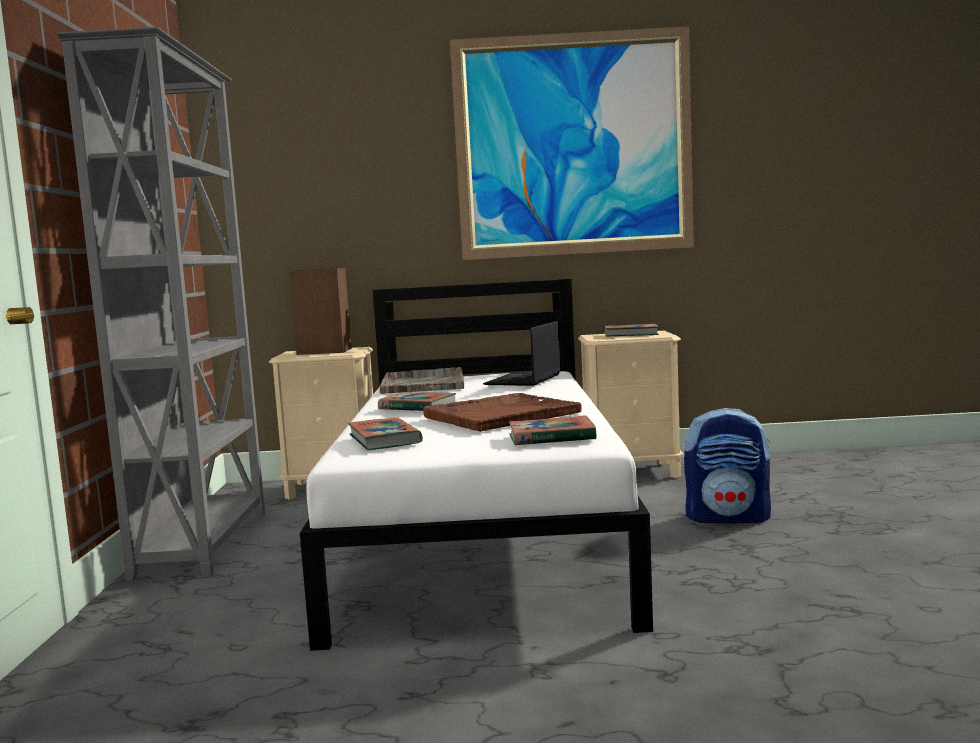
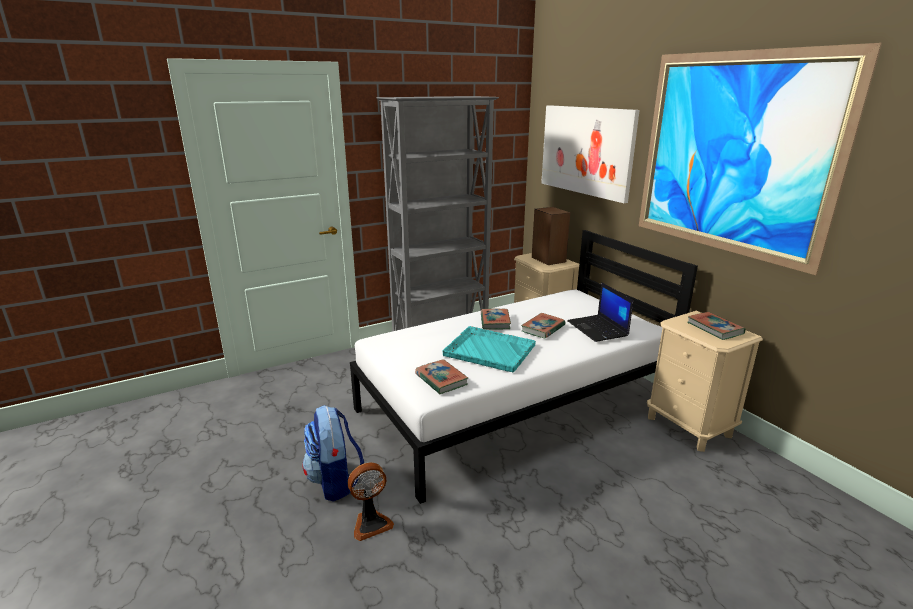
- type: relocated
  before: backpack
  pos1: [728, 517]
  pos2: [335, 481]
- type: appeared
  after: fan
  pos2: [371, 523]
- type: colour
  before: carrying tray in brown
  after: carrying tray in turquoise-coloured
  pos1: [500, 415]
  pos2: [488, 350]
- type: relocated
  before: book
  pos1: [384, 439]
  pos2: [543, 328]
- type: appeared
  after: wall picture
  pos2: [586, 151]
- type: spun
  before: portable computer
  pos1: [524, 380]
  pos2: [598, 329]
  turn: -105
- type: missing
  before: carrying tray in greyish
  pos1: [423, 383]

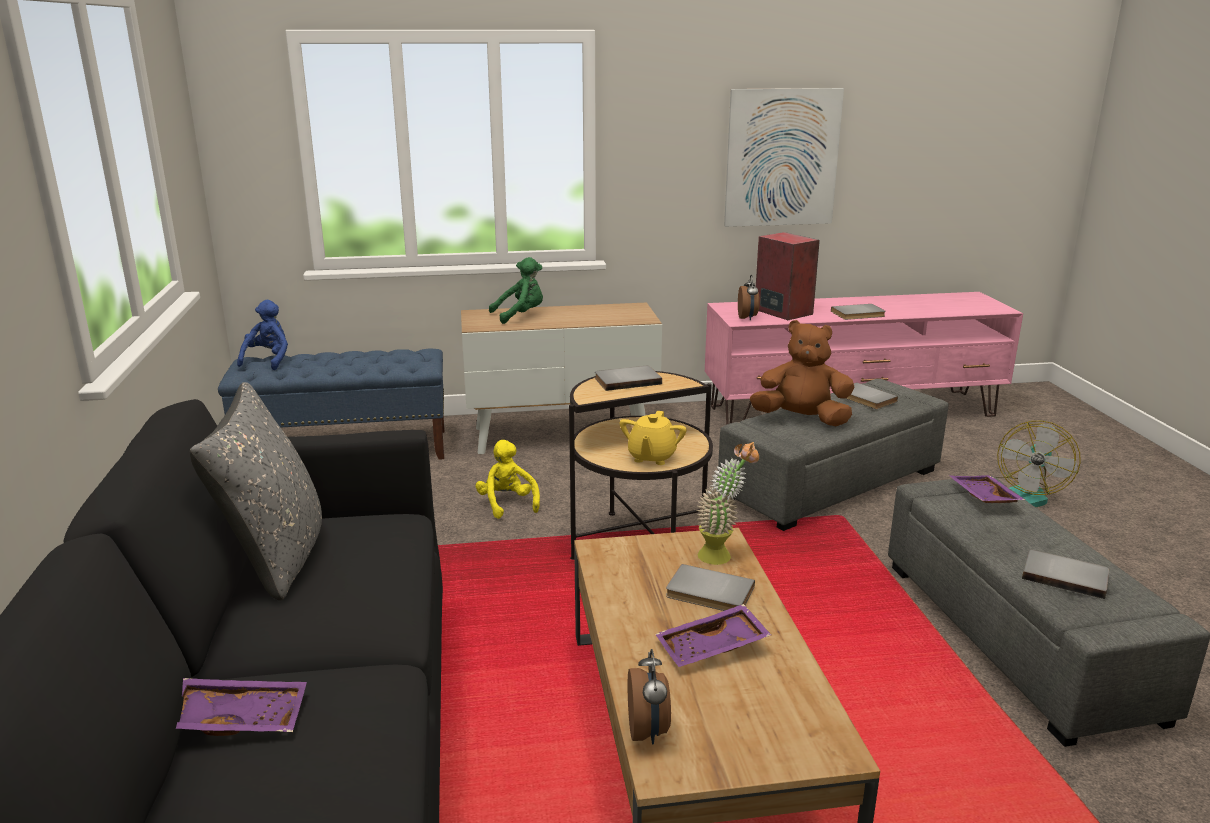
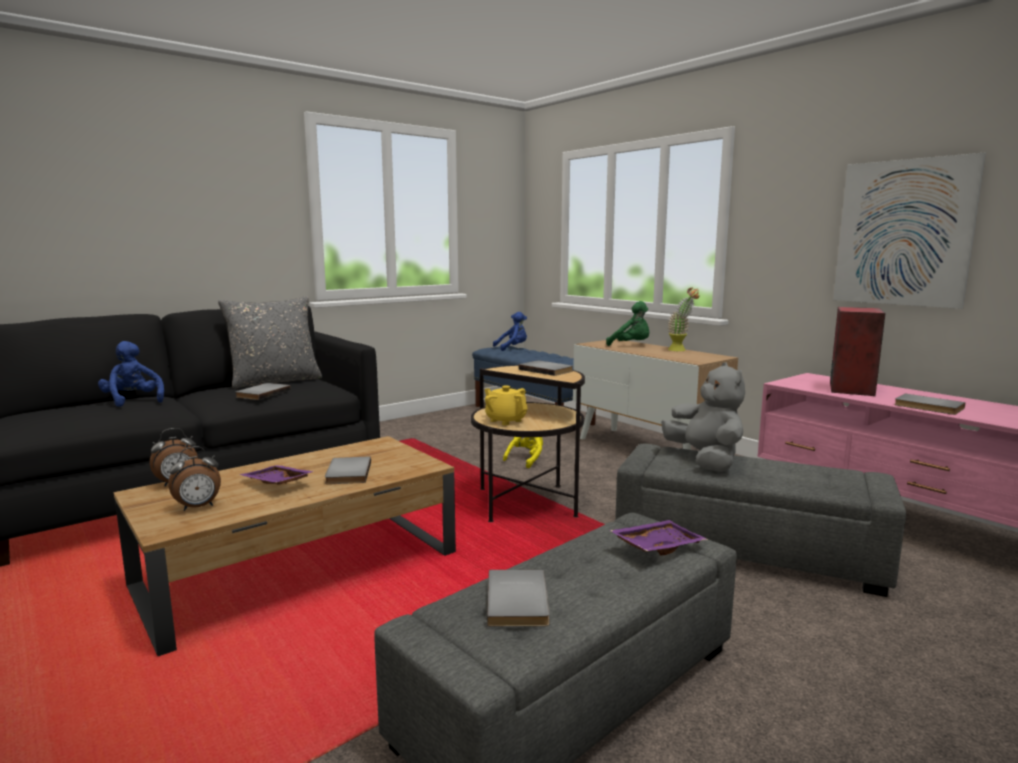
- type: exchanged
  before: carrying tray in purple
  after: soft toy in blue
  pos1: [239, 717]
  pos2: [133, 401]
- type: relocated
  before: alarm clock
  pos1: [747, 318]
  pos2: [198, 507]
- type: relocated
  before: book in greyish
  pos1: [864, 398]
  pos2: [262, 393]
- type: spun
  before: pot for tea in yellow-coloured
  pos1: [651, 457]
  pos2: [505, 420]
  turn: 60
- type: colour
  before: soft toy in brown
  after: soft toy in greyish
  pos1: [801, 419]
  pos2: [705, 460]
- type: relocated
  before: houseplant
  pos1: [722, 554]
  pos2: [681, 350]
- type: missing
  before: fan
  pos1: [1022, 495]

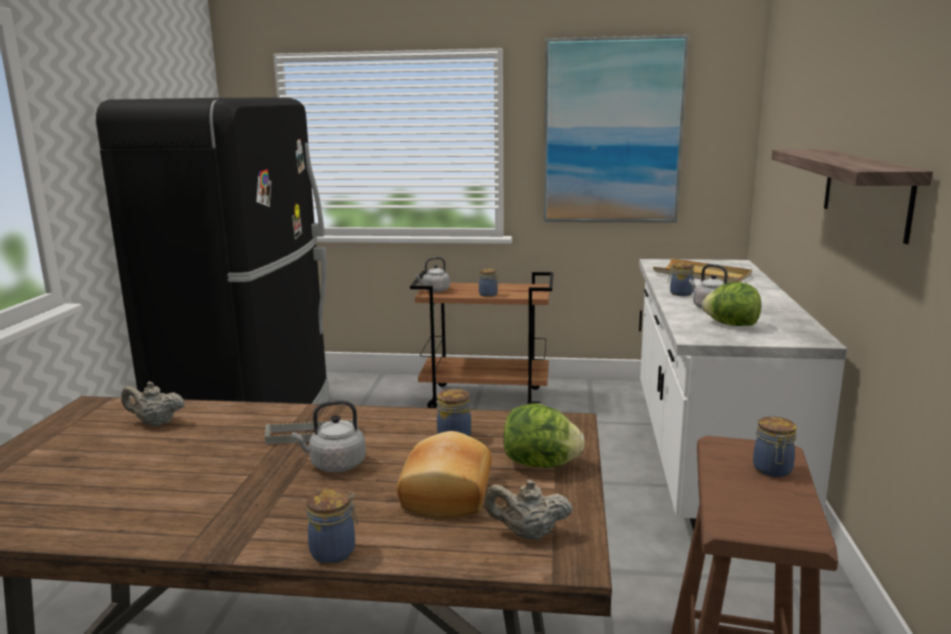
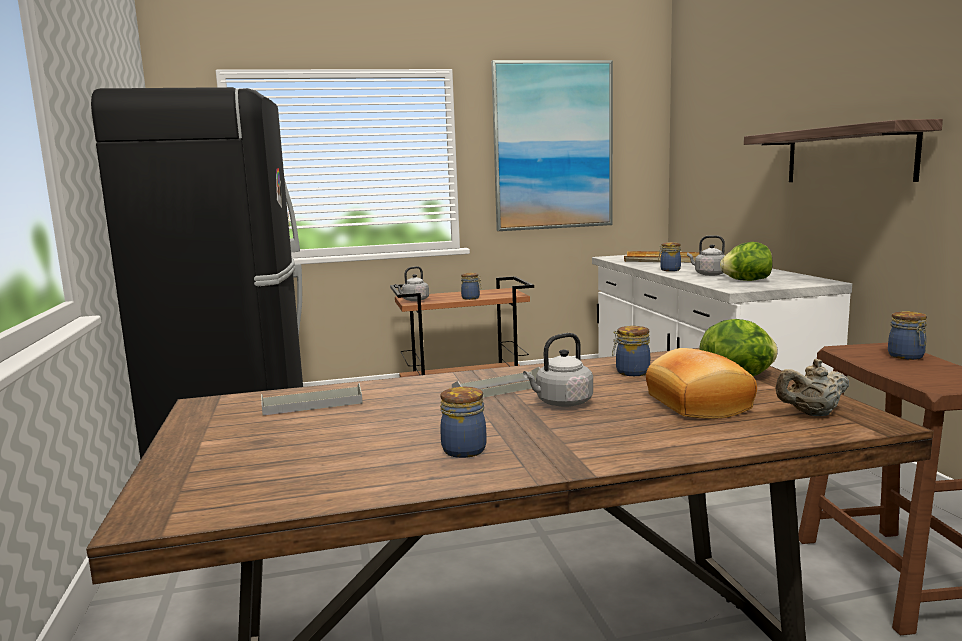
- type: exchanged
  before: pot for tea in beige
  after: carrying tray in greyish
  pos1: [155, 423]
  pos2: [312, 404]
- type: relocated
  before: storage jar
  pos1: [335, 551]
  pos2: [465, 449]

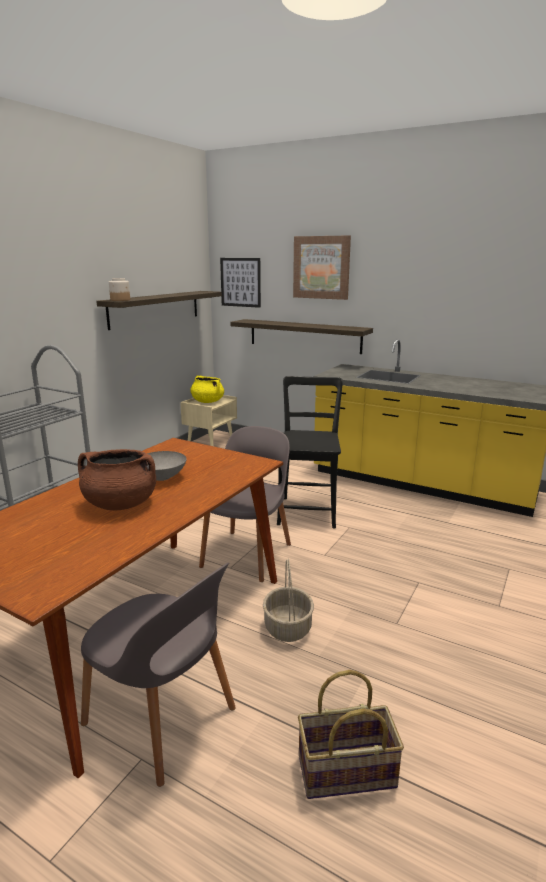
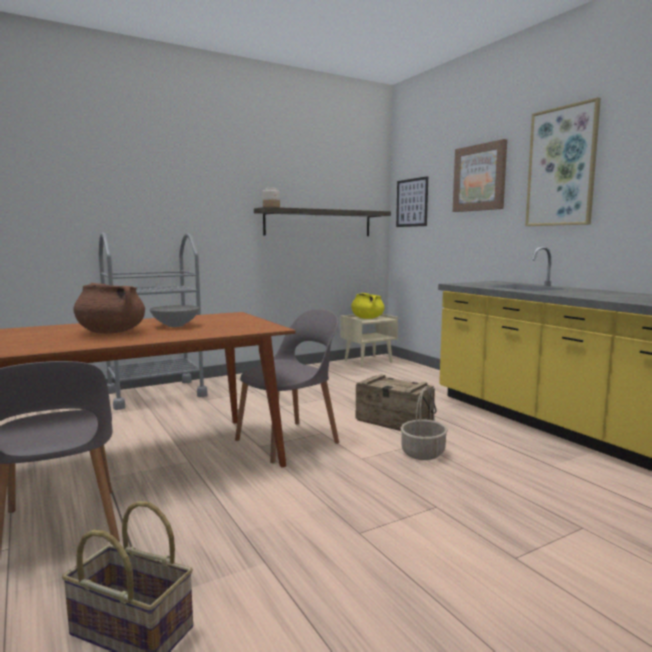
- type: exchanged
  before: plain chair in black-coloured
  after: crate
  pos1: [308, 510]
  pos2: [394, 422]
- type: relocated
  before: basket
  pos1: [288, 628]
  pos2: [423, 453]
- type: appeared
  after: wall picture
  pos2: [561, 167]
- type: missing
  before: shelf
  pos1: [304, 336]

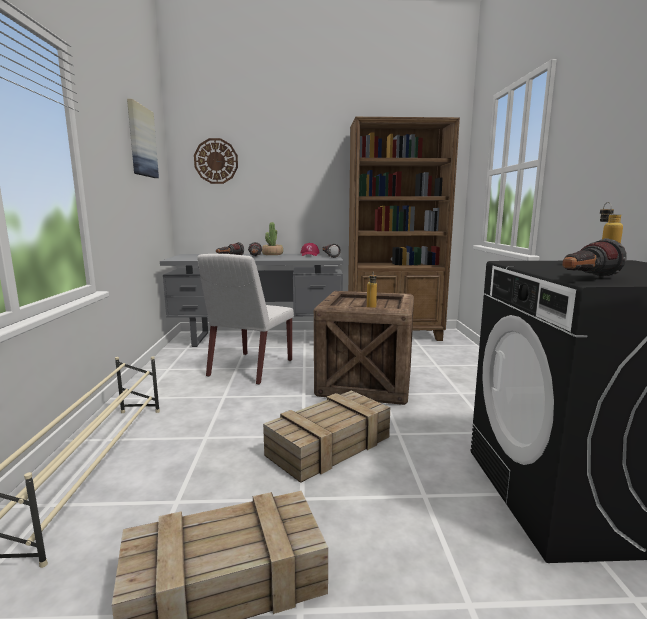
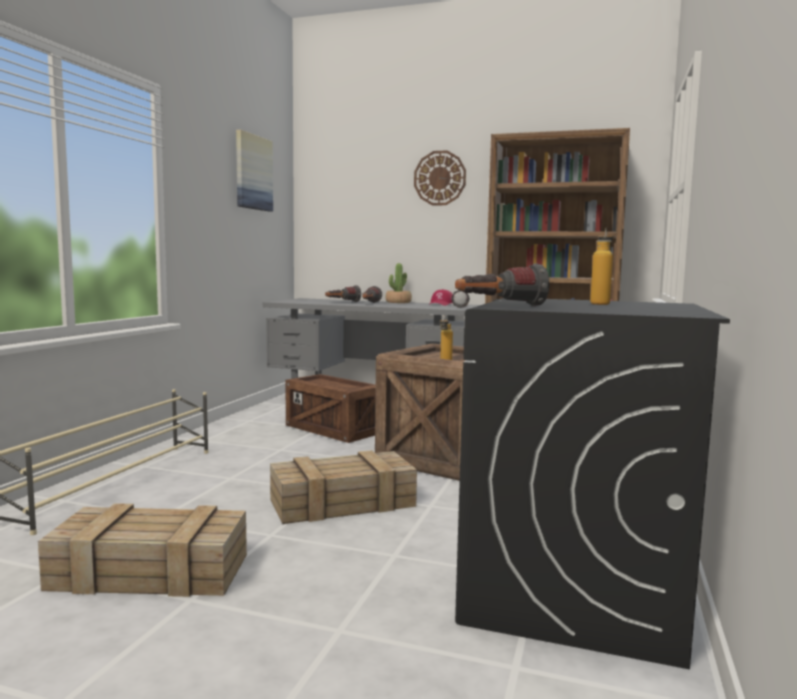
- type: exchanged
  before: plain chair in white-coloured
  after: crate
  pos1: [250, 368]
  pos2: [333, 430]
- type: relocated
  before: wall clock
  pos1: [216, 161]
  pos2: [439, 178]

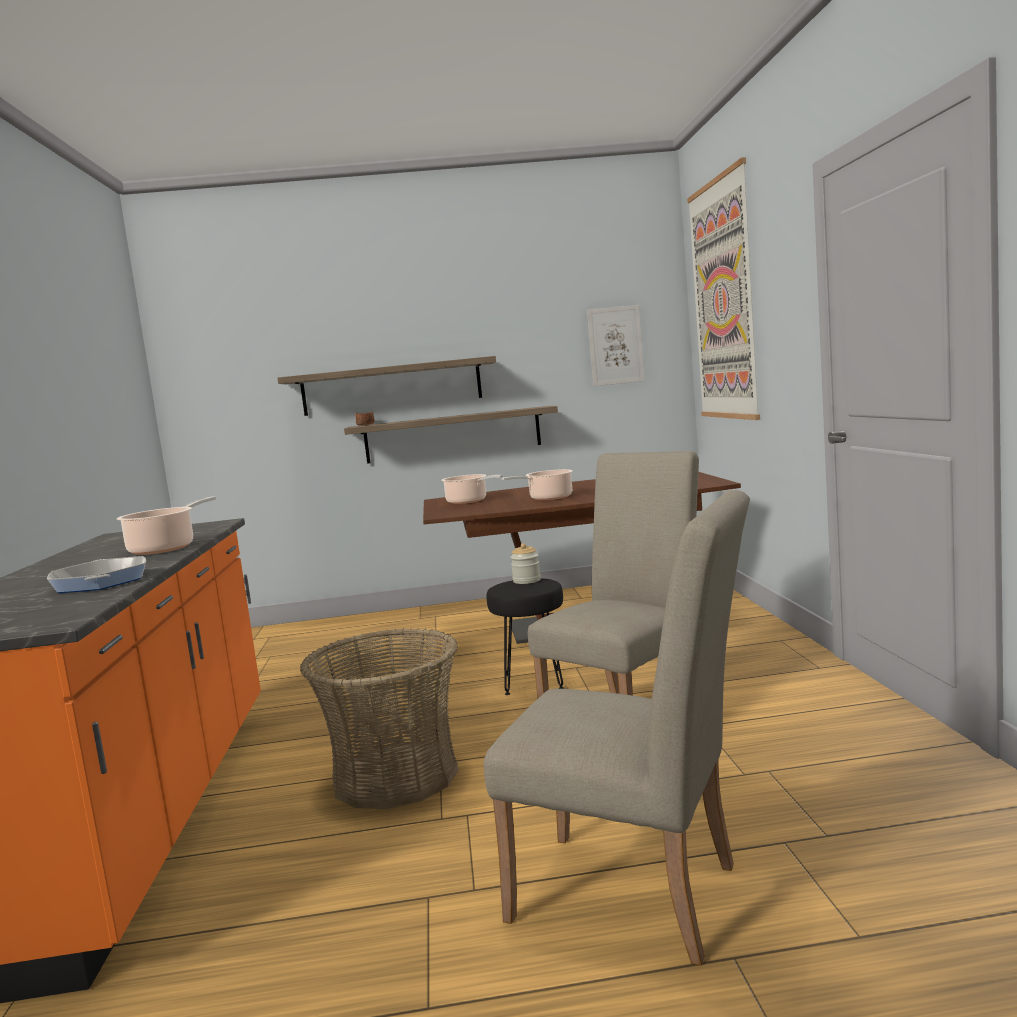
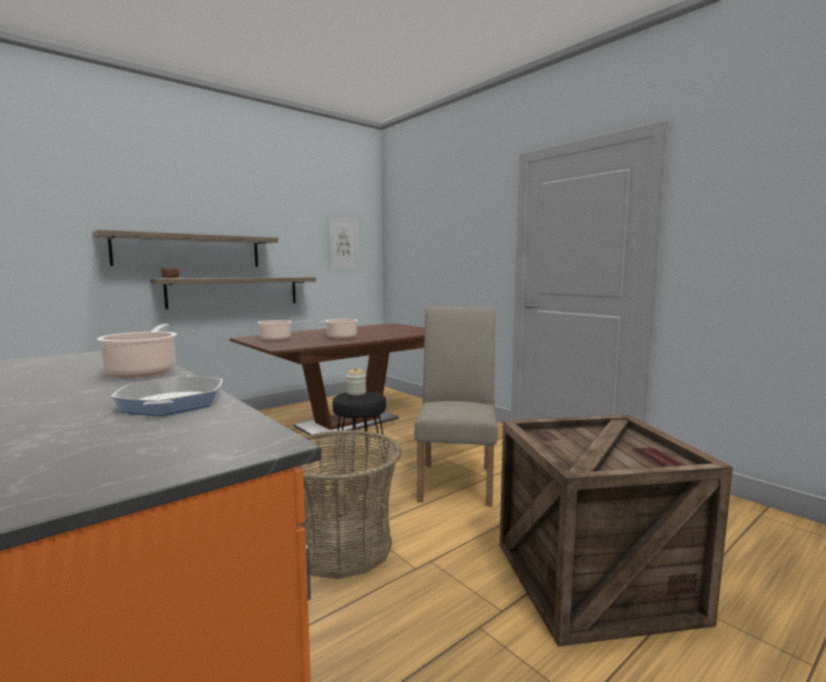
- type: spun
  before: skillet
  pos1: [100, 582]
  pos2: [172, 403]
  turn: 45
- type: exchanged
  before: plain chair in beige
  after: crate
  pos1: [641, 897]
  pos2: [597, 582]
- type: missing
  before: wall picture
  pos1: [723, 301]

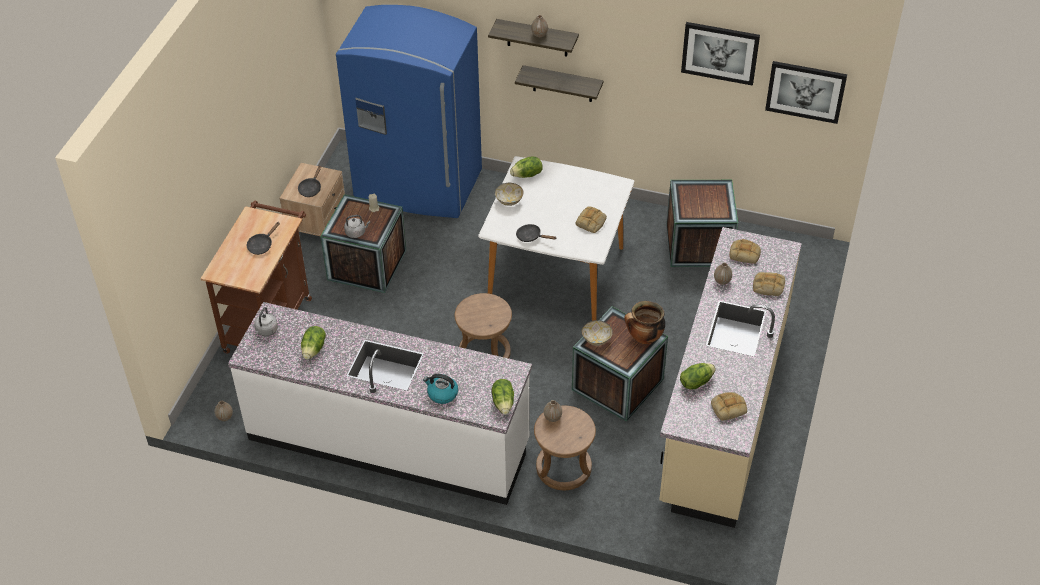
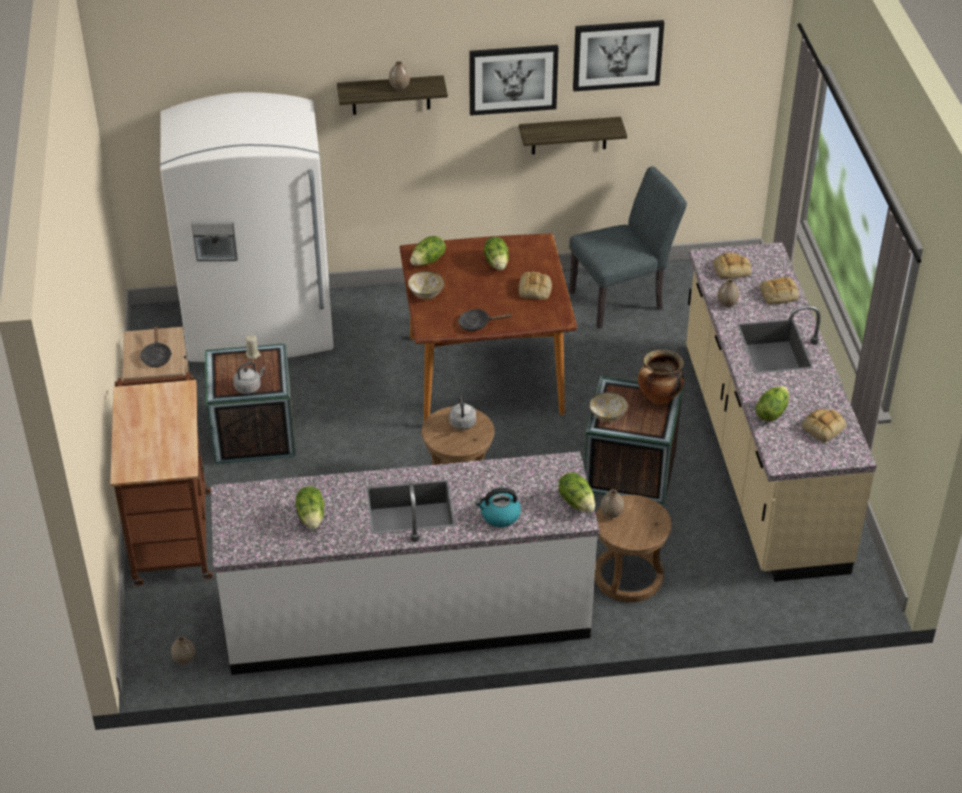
- type: colour
  before: refrigerator in blue
  after: refrigerator in white-coloured
  pos1: [417, 185]
  pos2: [260, 328]
- type: colour
  before: dining table in white-coloured
  after: dining table in brown
  pos1: [557, 274]
  pos2: [486, 375]
- type: relocated
  before: water kettle in greyish
  pos1: [266, 331]
  pos2: [462, 424]
- type: relocated
  before: wall picture
  pos1: [805, 91]
  pos2: [513, 79]
- type: appeared
  after: lettuce
  pos2: [497, 263]
- type: relocated
  before: shelf
  pos1: [562, 84]
  pos2: [569, 135]
- type: exchanged
  before: crate
  after: plain chair in greyish
  pos1: [698, 244]
  pos2: [623, 299]
- type: missing
  before: skillet in black-coloured
  pos1: [262, 245]

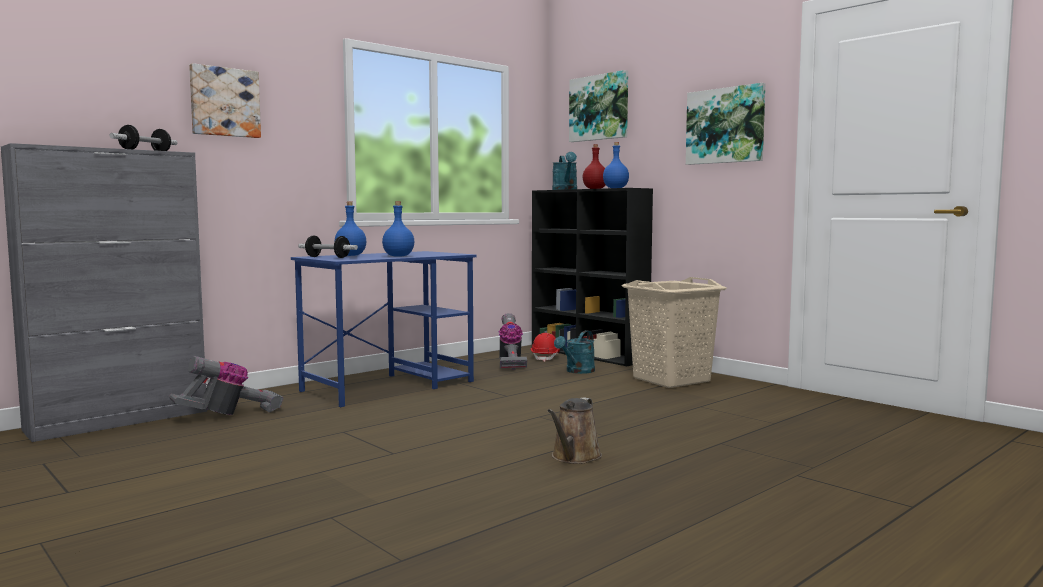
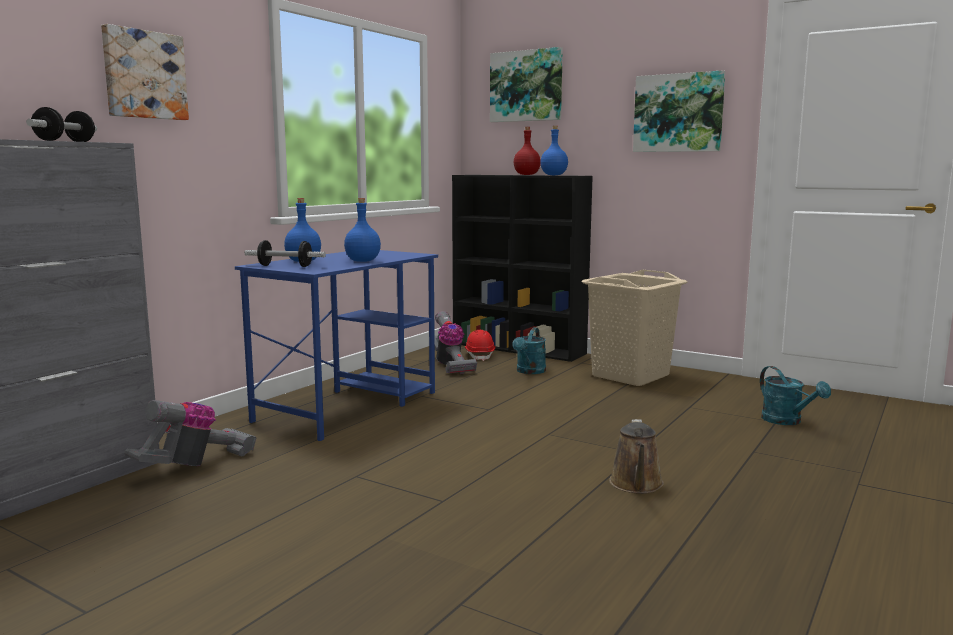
- type: relocated
  before: sprinkling can in turquoise-coloured
  pos1: [565, 189]
  pos2: [787, 421]

